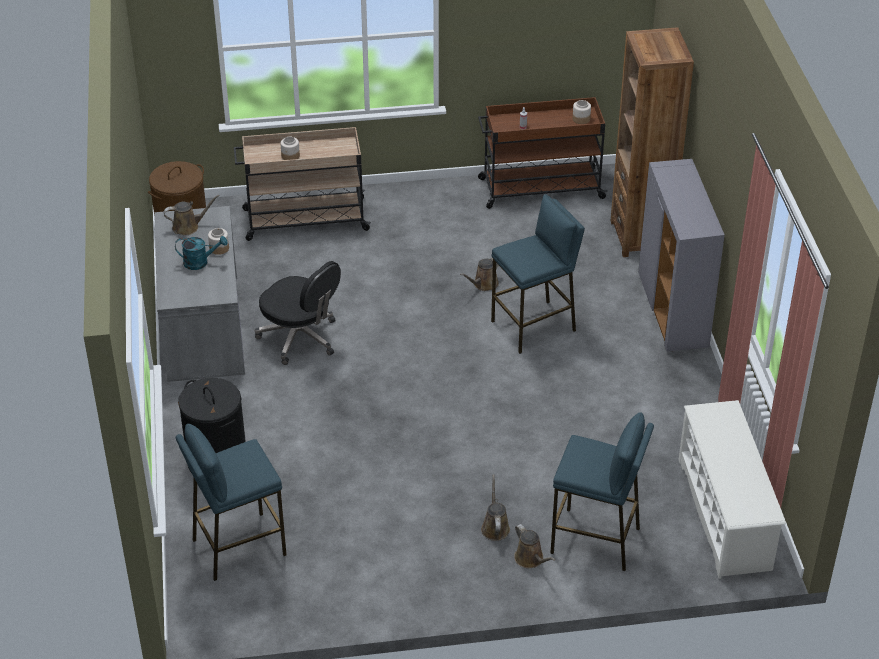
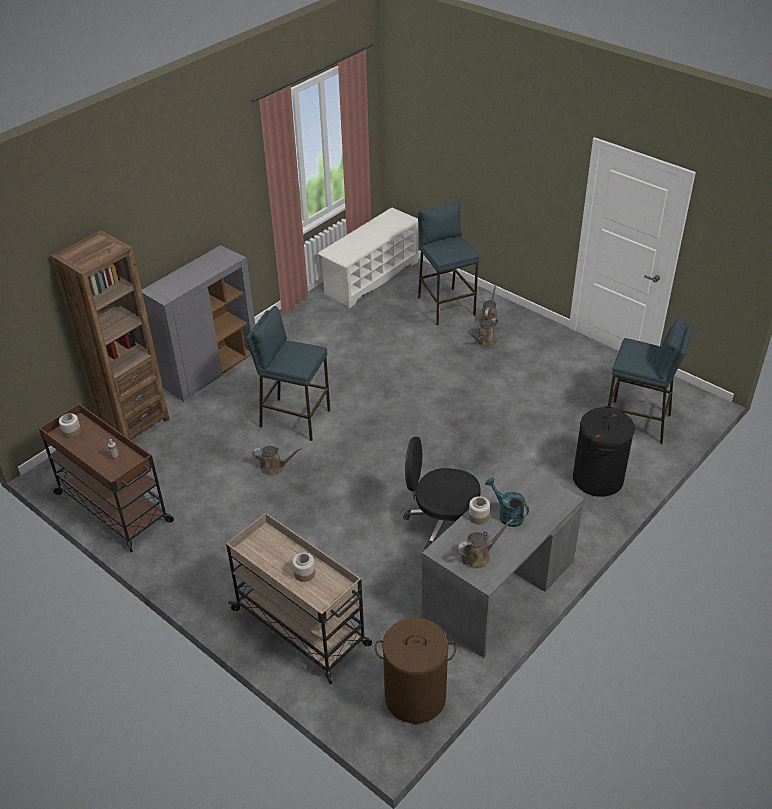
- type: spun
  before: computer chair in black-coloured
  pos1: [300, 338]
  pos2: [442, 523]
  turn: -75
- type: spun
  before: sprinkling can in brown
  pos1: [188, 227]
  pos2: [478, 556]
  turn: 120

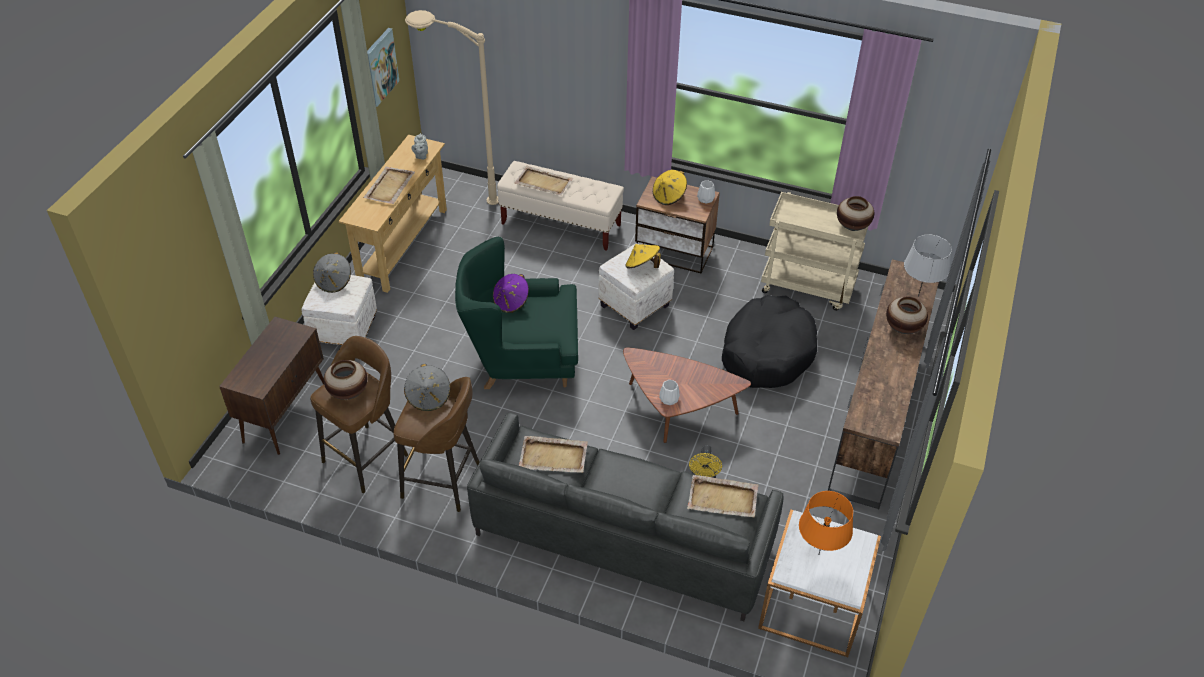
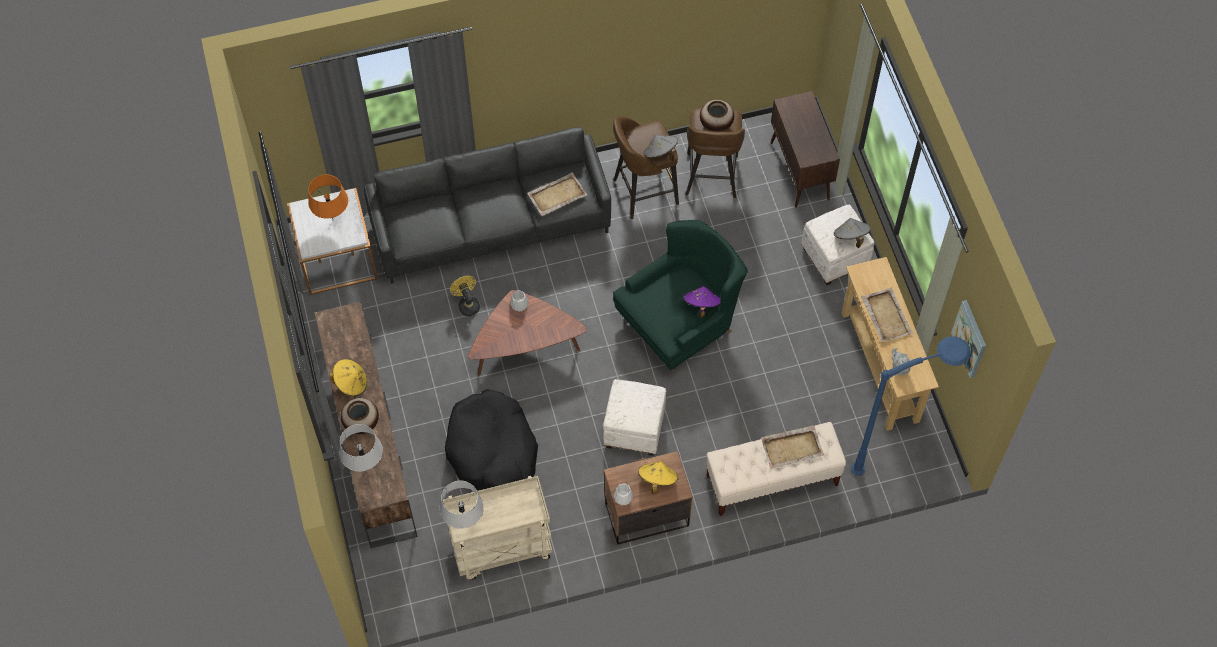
- type: relocated
  before: hat in yellow-coloured
  pos1: [642, 266]
  pos2: [351, 383]
- type: exchanged
  before: flower vase
  after: tabletop lamp in greyish
  pos1: [852, 226]
  pos2: [464, 523]
- type: colour
  before: standard lamp in beige
  after: standard lamp in blue
  pos1: [455, 192]
  pos2: [900, 456]
- type: missing
  before: carrying tray in beige
  pos1: [723, 498]

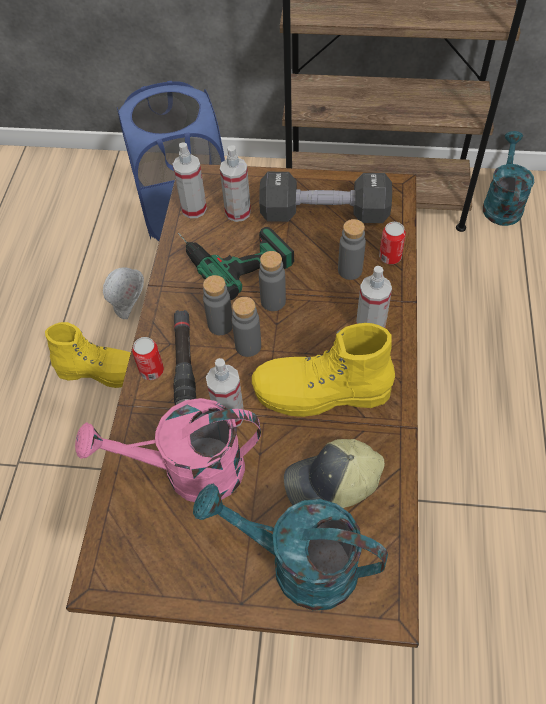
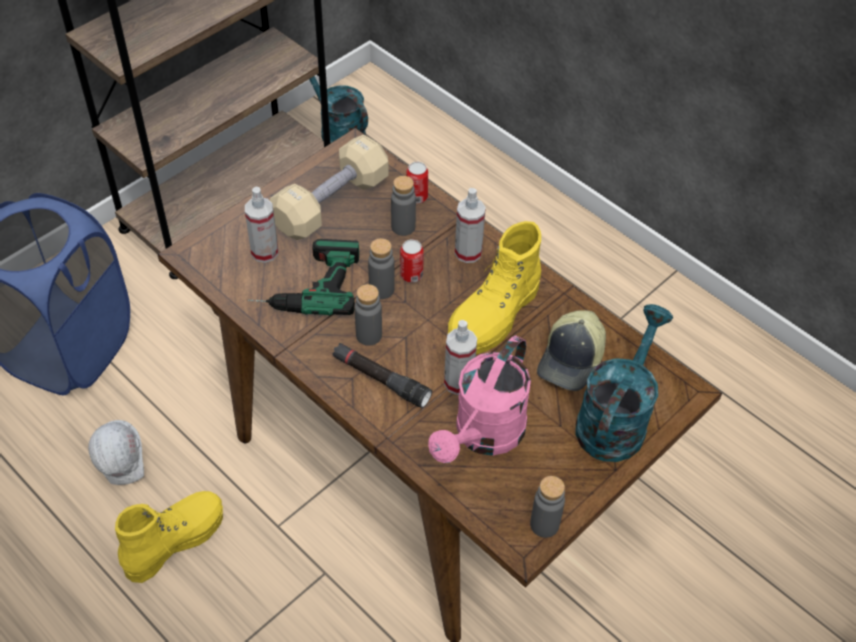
- type: colour
  before: hand weight in black-coloured
  after: hand weight in beige
  pos1: [324, 214]
  pos2: [331, 203]
- type: relocated
  before: can
  pos1: [152, 370]
  pos2: [411, 275]
- type: relocated
  before: drink bottle in greyish
  pos1: [248, 346]
  pos2: [544, 524]
- type: spun
  before: sprinkling can in turquoise-coloured
  pos1: [298, 564]
  pos2: [615, 418]
  turn: 150
- type: missing
  before: spray bottle
  pos1: [194, 209]

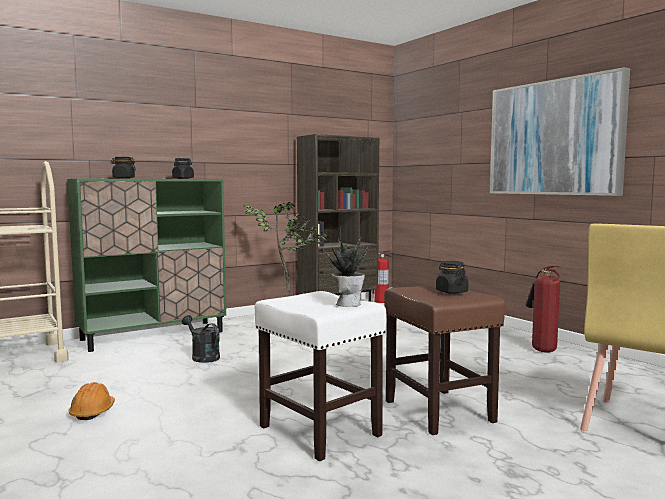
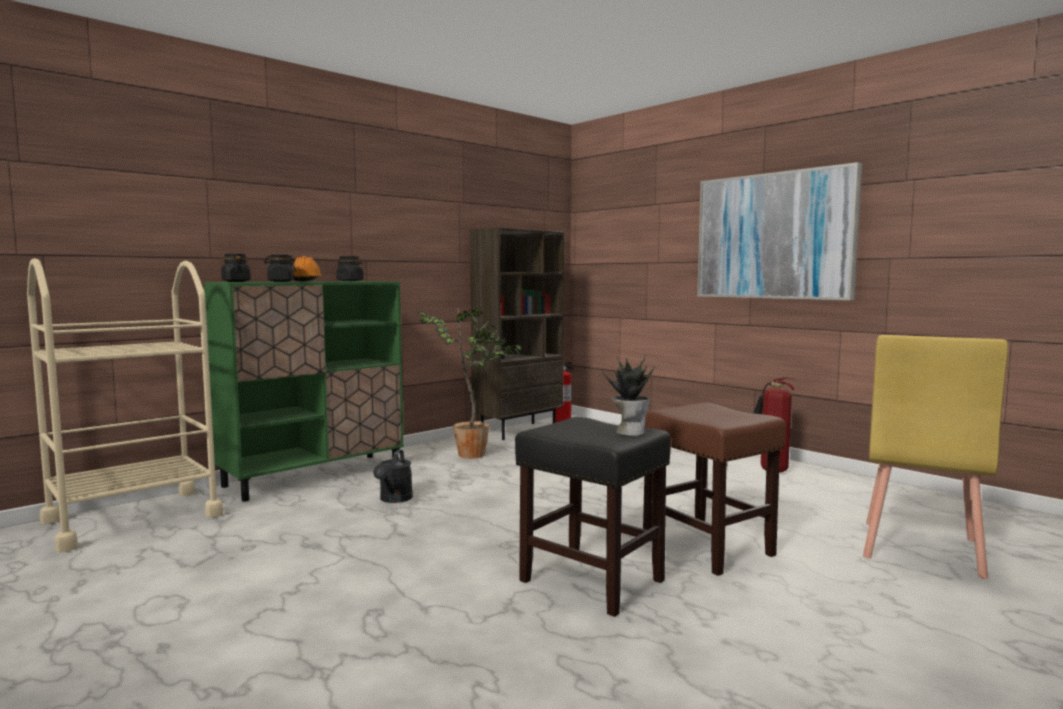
- type: relocated
  before: storage jar in black-coloured
  pos1: [451, 292]
  pos2: [236, 281]
- type: relocated
  before: safety helmet in orange
  pos1: [92, 412]
  pos2: [305, 281]
- type: spun
  before: sprinkling can in black-coloured
  pos1: [202, 357]
  pos2: [394, 499]
  turn: -120
- type: colour
  before: stool seat in white-coloured
  after: stool seat in black-coloured
  pos1: [318, 430]
  pos2: [590, 580]

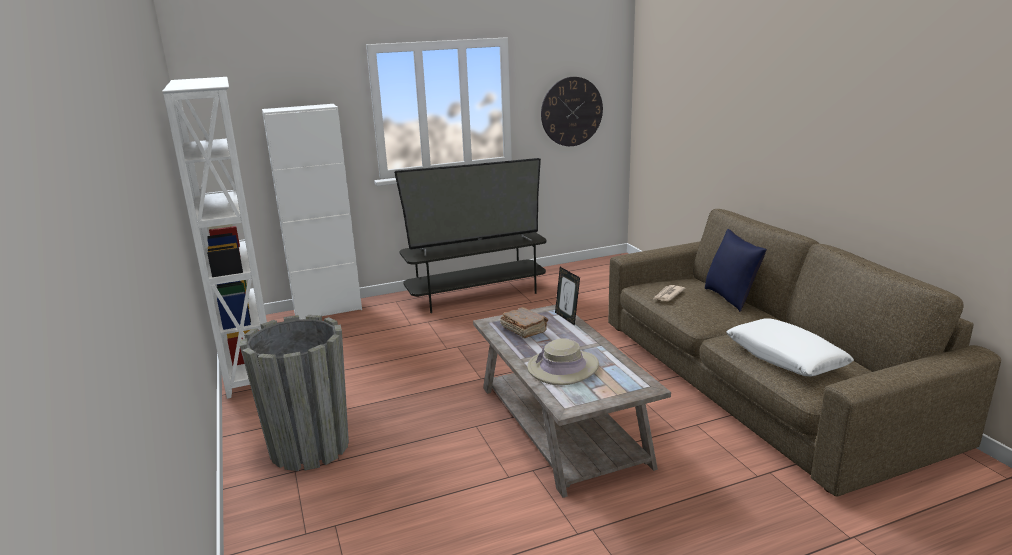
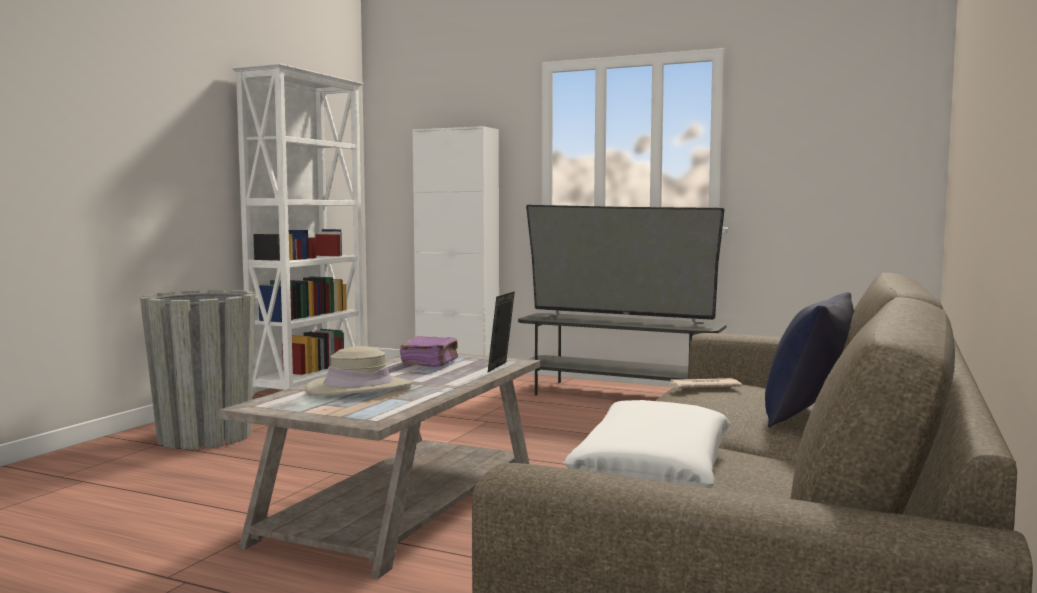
- type: colour
  before: book in brown
  after: book in purple
  pos1: [523, 330]
  pos2: [430, 363]
- type: missing
  before: wall clock
  pos1: [571, 111]

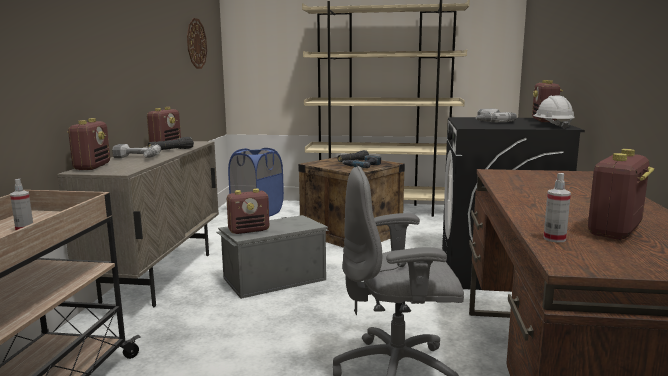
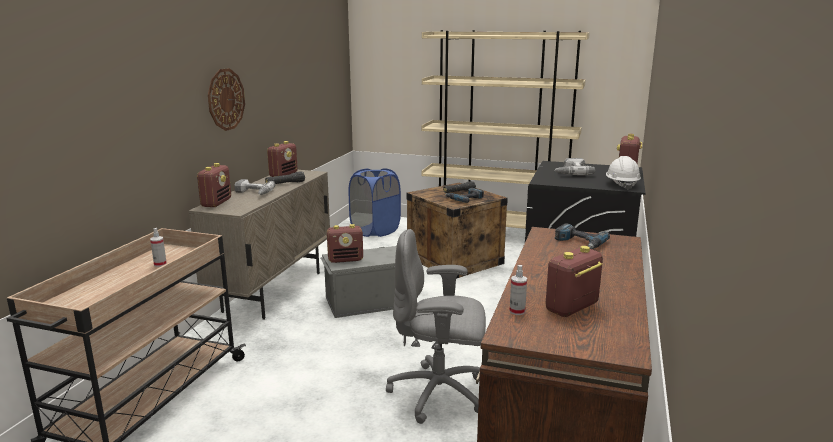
- type: relocated
  before: wall clock
  pos1: [196, 43]
  pos2: [226, 99]
- type: appeared
  after: drill
  pos2: [579, 242]

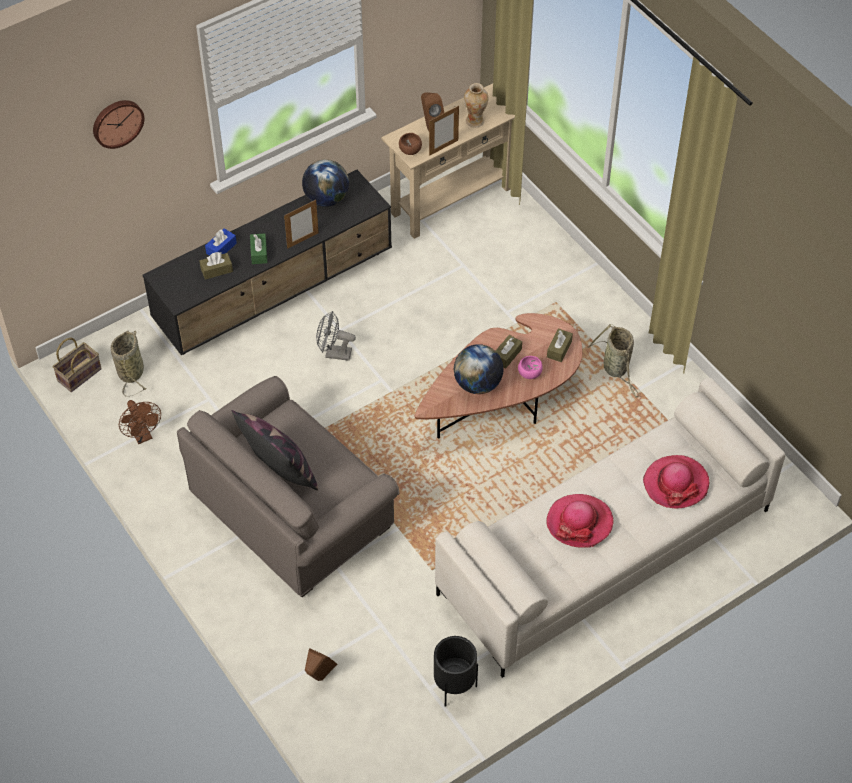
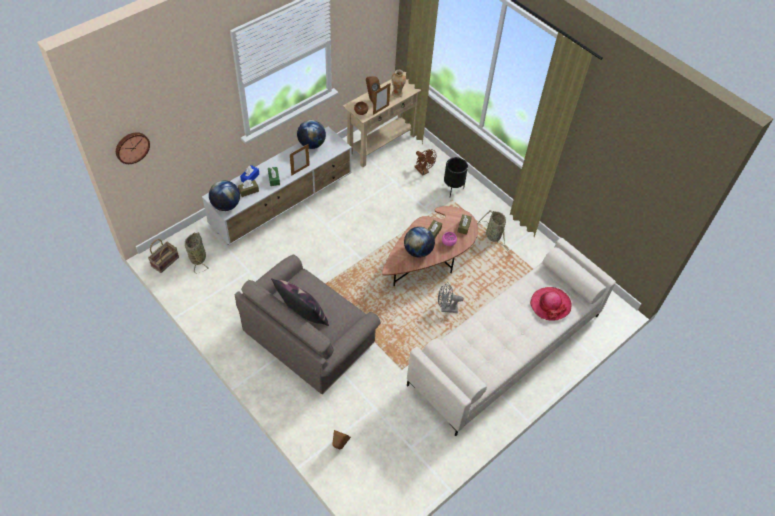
- type: relocated
  before: wall clock
  pos1: [117, 122]
  pos2: [131, 147]
- type: colour
  before: tv stand in black-coloured
  after: tv stand in white-coloured
  pos1: [276, 292]
  pos2: [283, 204]
- type: appeared
  after: globe
  pos2: [226, 205]
- type: relocated
  before: fan in brown
  pos1: [143, 435]
  pos2: [423, 171]
- type: relocated
  before: fan in greyish
  pos1: [334, 353]
  pos2: [446, 308]
- type: relocated
  before: plant pot in black-coloured
  pos1: [454, 688]
  pos2: [452, 189]
- type: missing
  before: hat
  pos1: [579, 522]

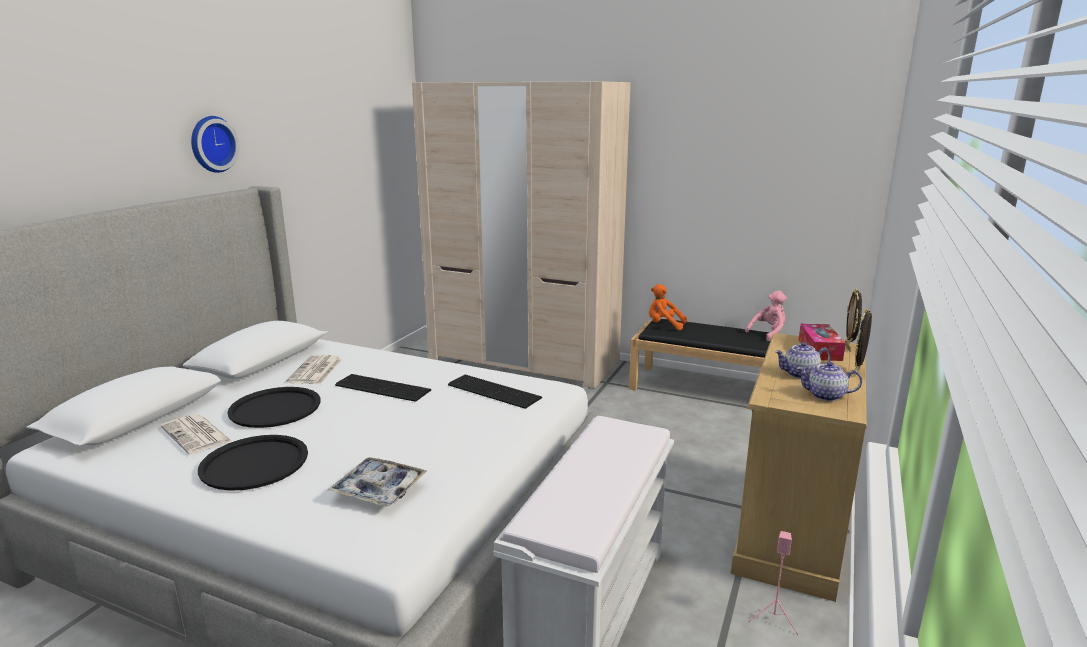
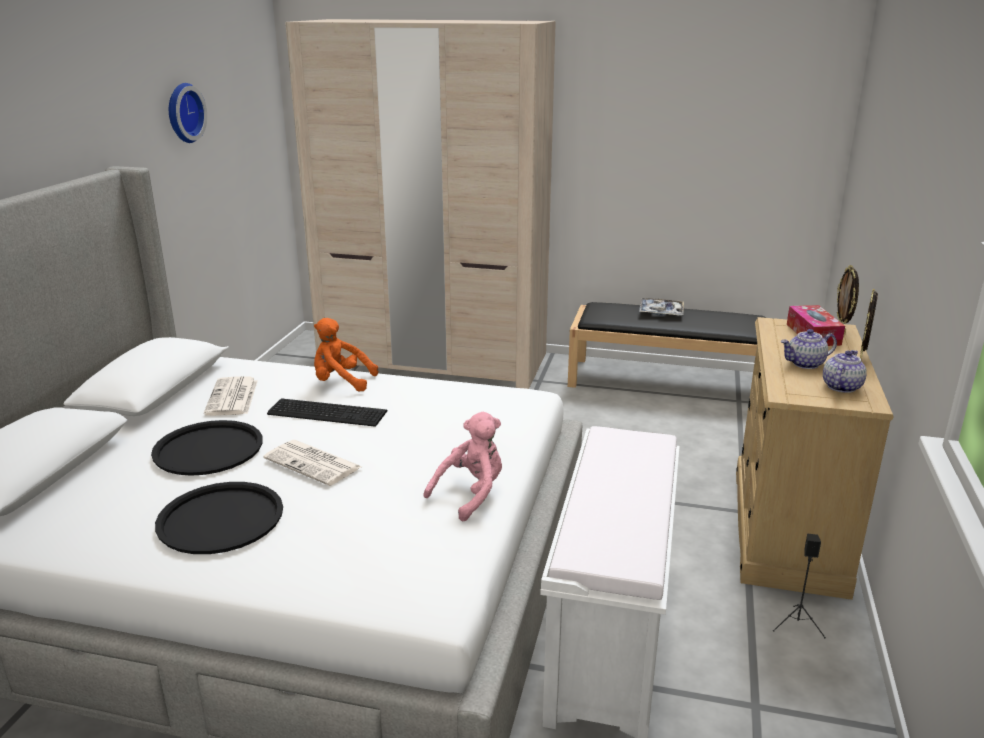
- type: relocated
  before: wall clock
  pos1: [211, 144]
  pos2: [182, 113]
- type: relocated
  before: newspaper
  pos1: [197, 435]
  pos2: [314, 463]
- type: relocated
  before: soft toy in orange
  pos1: [664, 325]
  pos2: [341, 382]
- type: relocated
  before: soft toy in pinkish
  pos1: [768, 333]
  pos2: [471, 494]
- type: relocated
  before: carrying tray
  pos1: [379, 489]
  pos2: [661, 312]
- type: colour
  before: speaker in pinkish
  after: speaker in black-coloured
  pos1: [774, 619]
  pos2: [798, 625]
- type: spun
  before: pot for tea
  pos1: [825, 396]
  pos2: [841, 387]
  turn: 120
- type: missing
  before: PC keyboard
  pos1: [494, 390]

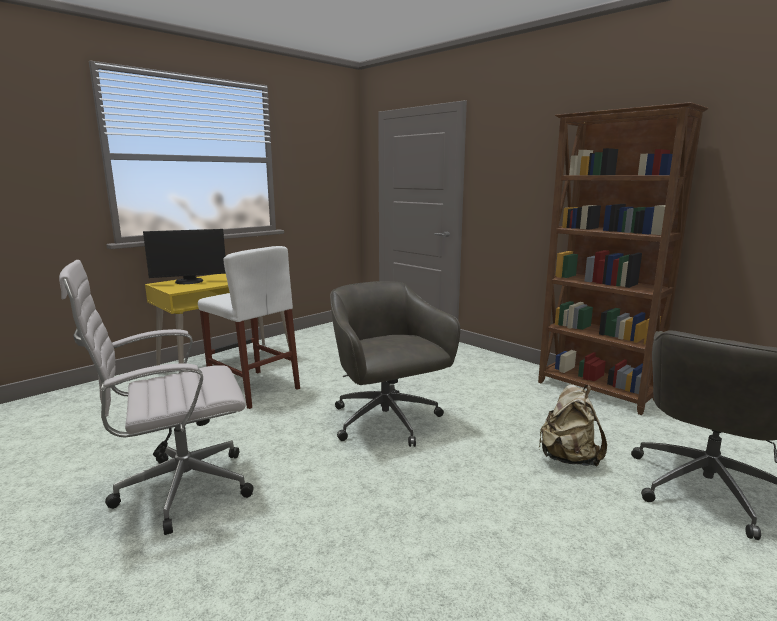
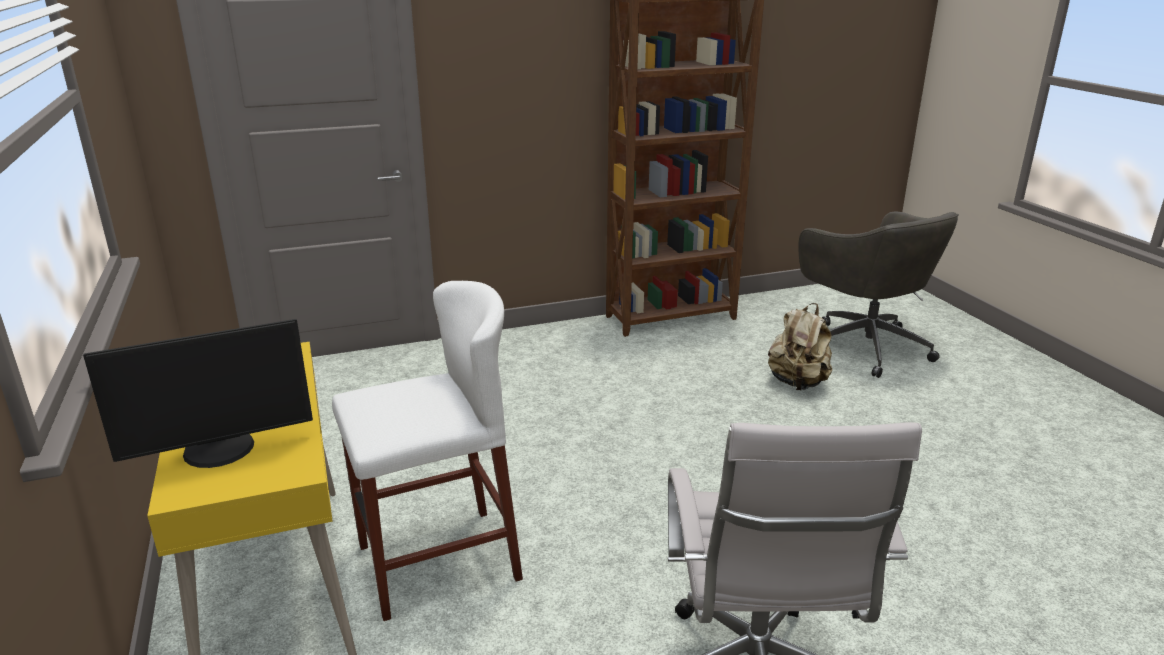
- type: spun
  before: computer screen
  pos1: [189, 282]
  pos2: [219, 451]
  turn: 60
- type: missing
  before: computer chair in greyish
  pos1: [387, 422]

